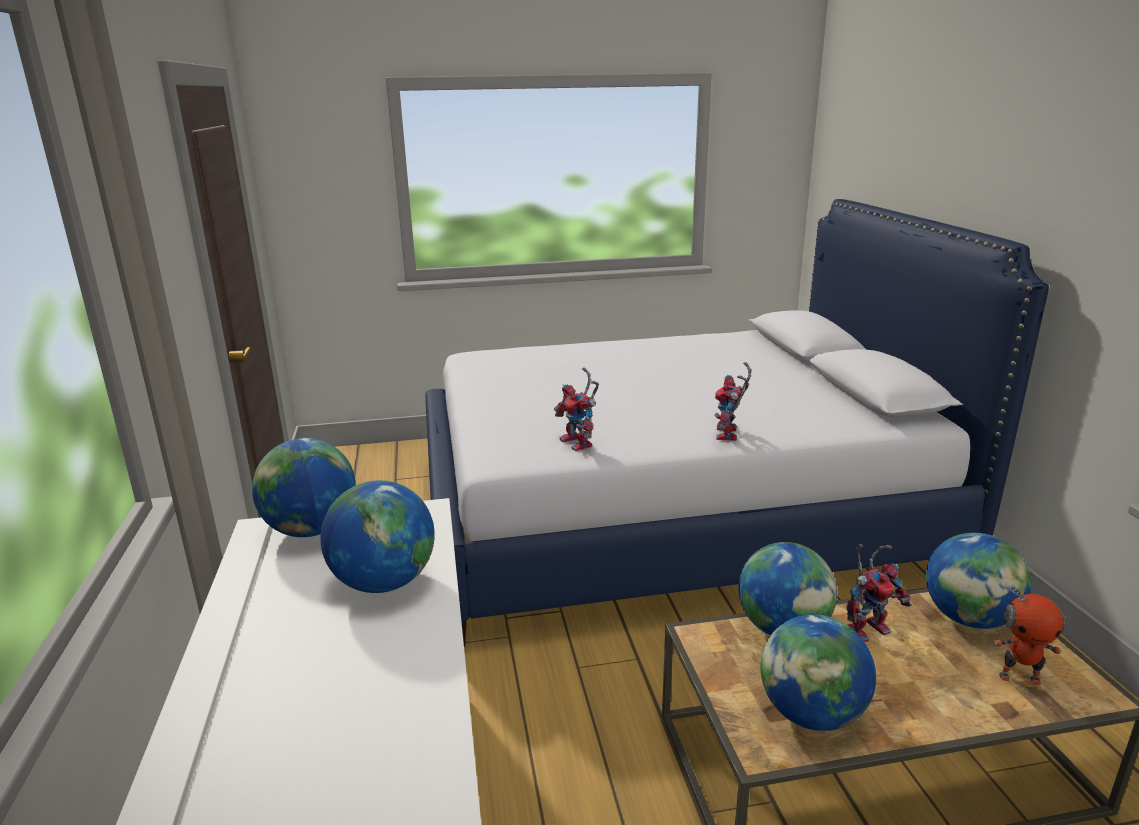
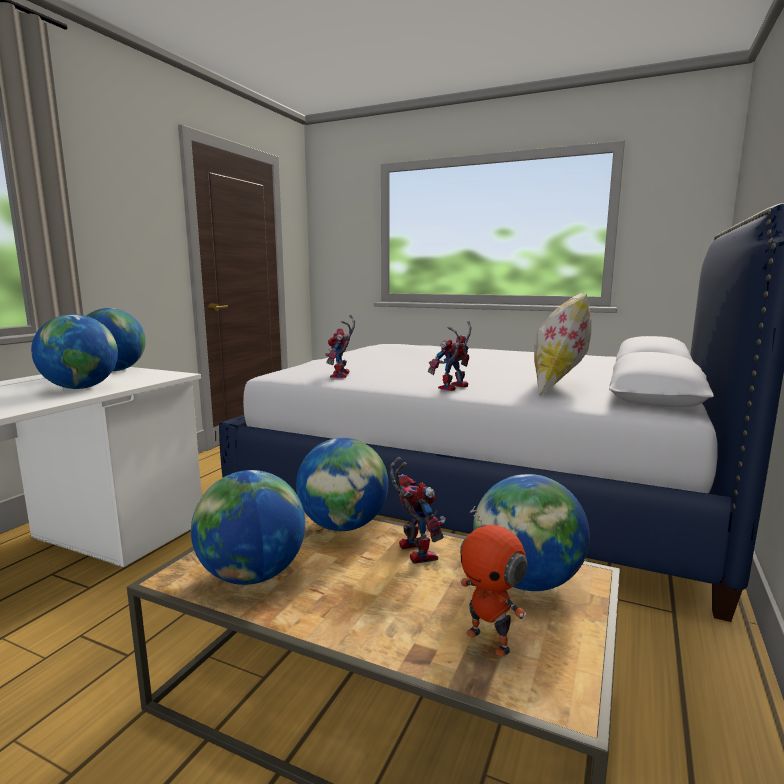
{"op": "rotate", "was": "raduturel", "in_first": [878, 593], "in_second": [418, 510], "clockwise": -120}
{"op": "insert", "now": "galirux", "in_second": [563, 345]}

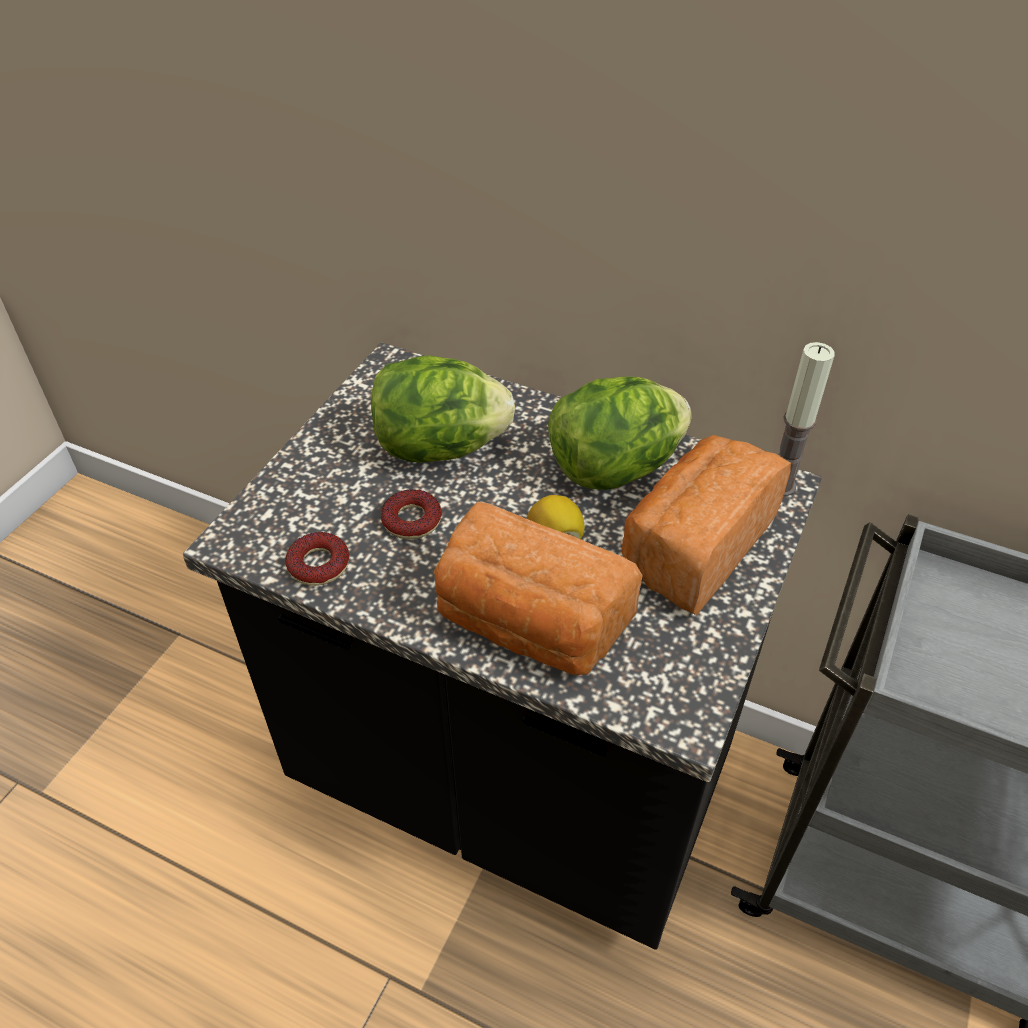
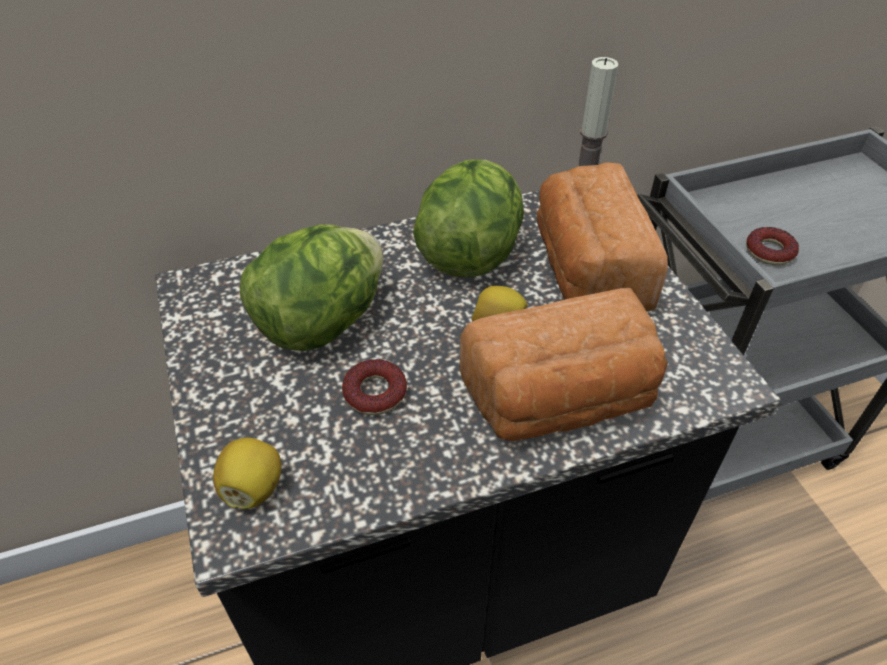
{"op": "insert", "now": "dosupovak", "in_second": [247, 473]}
{"op": "move", "was": "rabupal", "in_first": [317, 559], "in_second": [772, 246]}

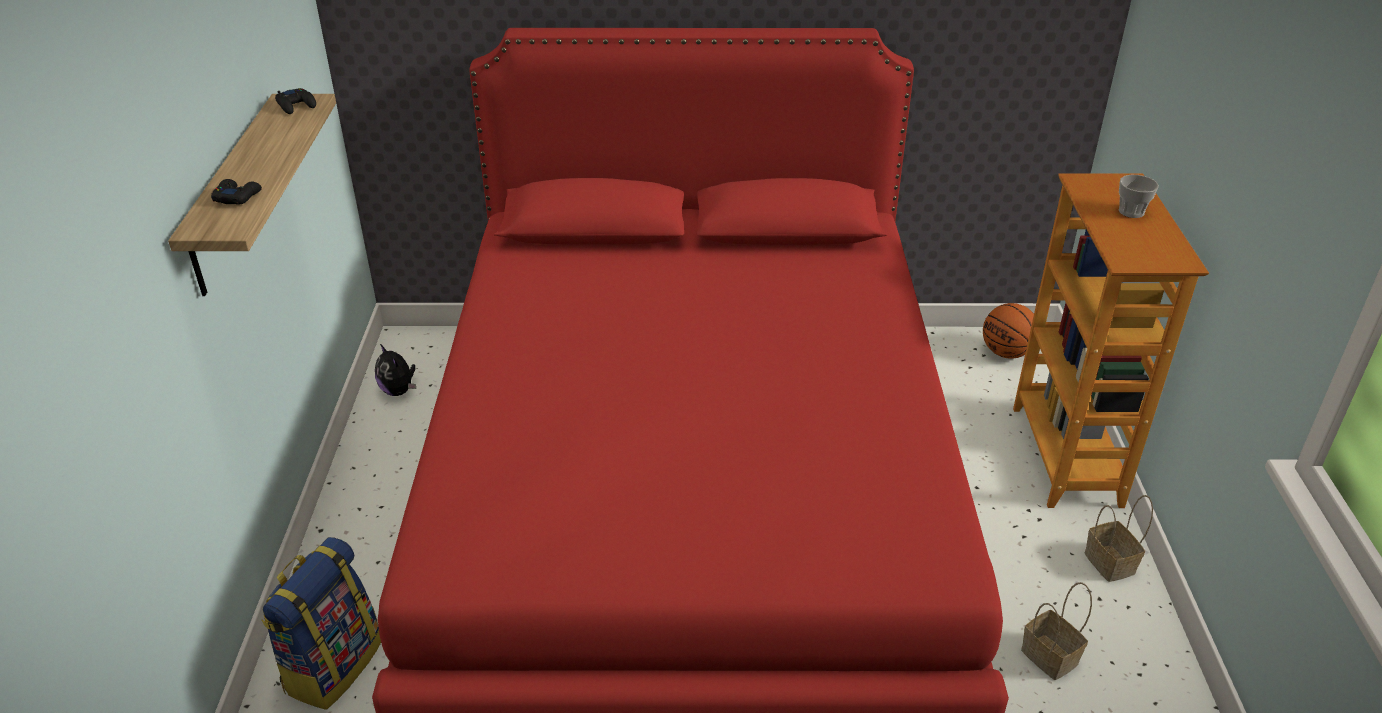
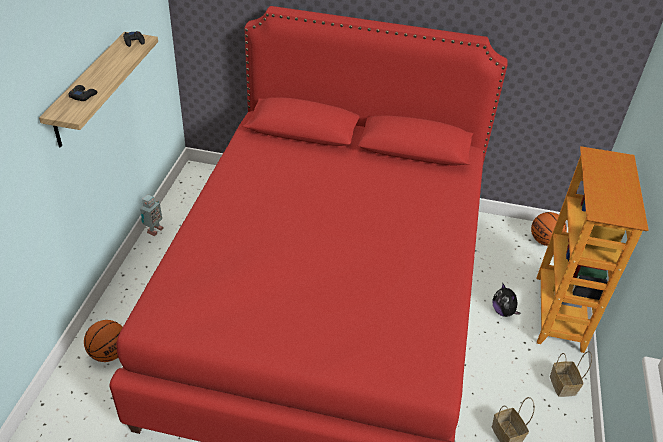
{"op": "replace", "was": "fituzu", "now": "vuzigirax", "in_first": [321, 623], "in_second": [103, 341]}
{"op": "insert", "now": "raduturel", "in_second": [151, 215]}
{"op": "move", "was": "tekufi", "in_first": [395, 370], "in_second": [506, 300]}
{"op": "delete", "was": "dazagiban", "in_first": [1139, 196]}

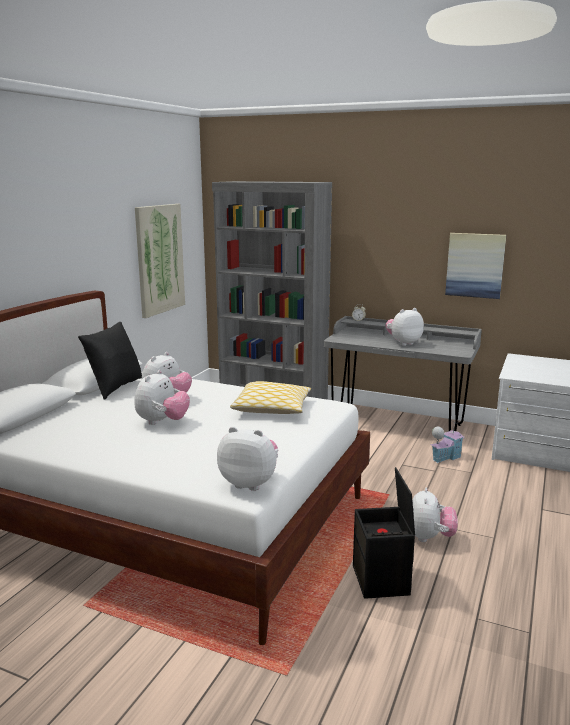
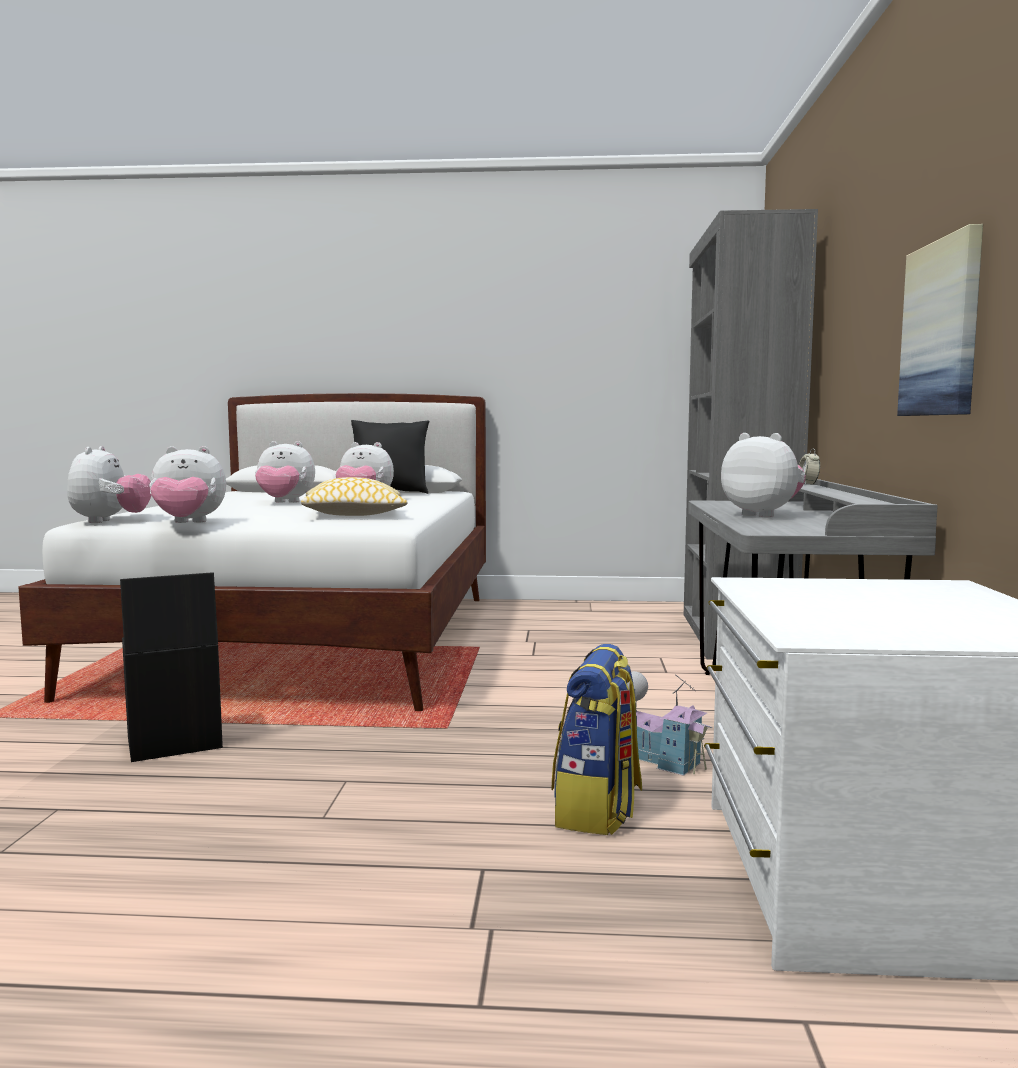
{"op": "move", "was": "tekufi", "in_first": [435, 515], "in_second": [187, 484]}
{"op": "insert", "now": "fituzu", "in_second": [597, 739]}
{"op": "delete", "was": "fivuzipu", "in_first": [160, 261]}

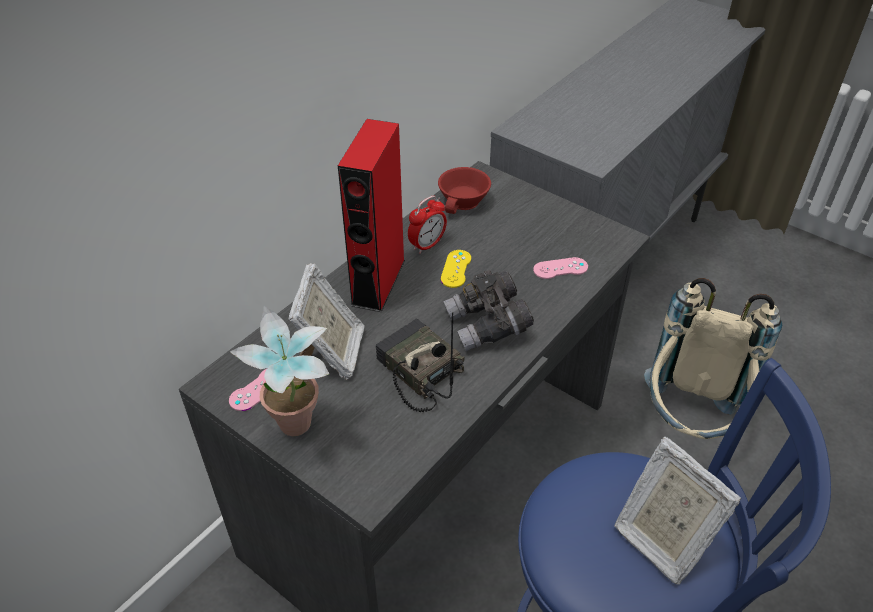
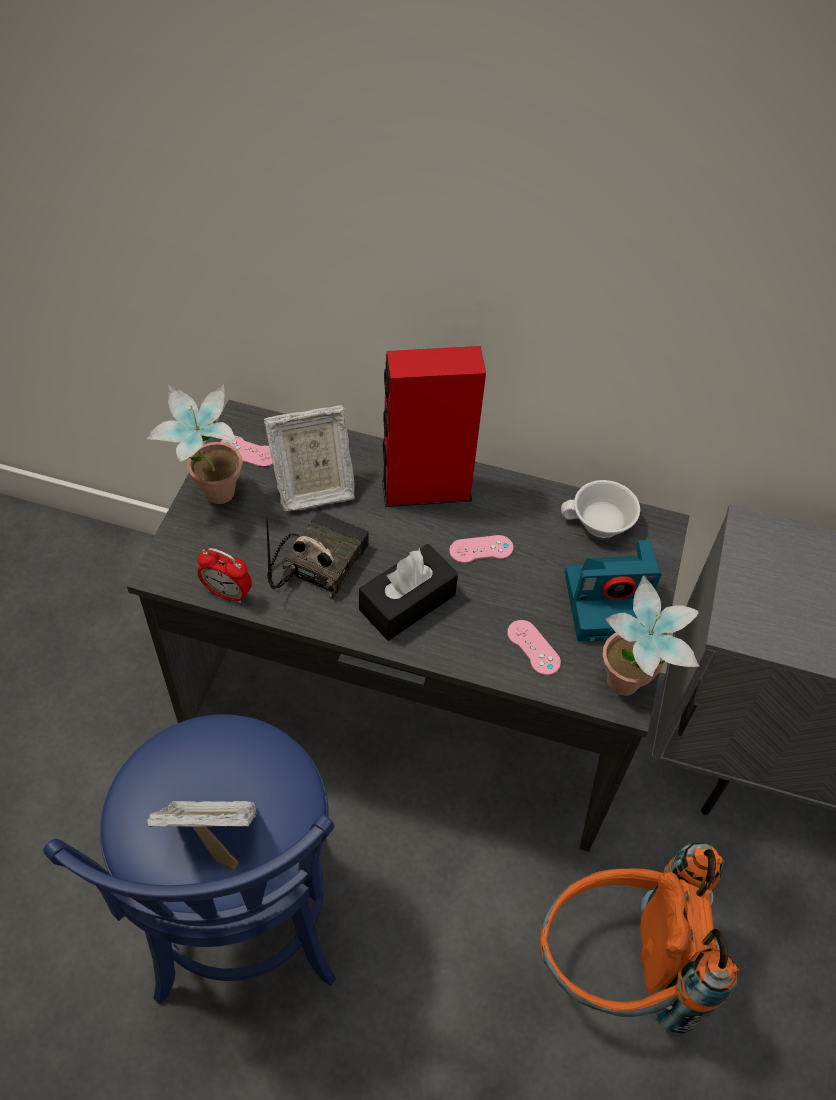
{"op": "rotate", "was": "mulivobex", "in_first": [677, 511], "in_second": [202, 835], "clockwise": 60}
{"op": "move", "was": "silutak", "in_first": [427, 225], "in_second": [224, 575]}
{"op": "replace", "was": "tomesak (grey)", "now": "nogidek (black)", "in_first": [488, 310], "in_second": [408, 592]}
{"op": "recolor", "was": "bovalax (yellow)", "now": "bovalax (pink)", "in_first": [456, 269], "in_second": [481, 549]}
{"op": "recolor", "was": "fituzu (beige)", "now": "fituzu (orange)", "in_first": [713, 358], "in_second": [639, 938]}
{"op": "recolor", "was": "dazagiban (red)", "now": "dazagiban (white)", "in_first": [464, 190], "in_second": [600, 509]}
{"op": "insert", "now": "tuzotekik", "in_second": [613, 591]}
{"op": "insert", "now": "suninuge", "in_second": [651, 635]}

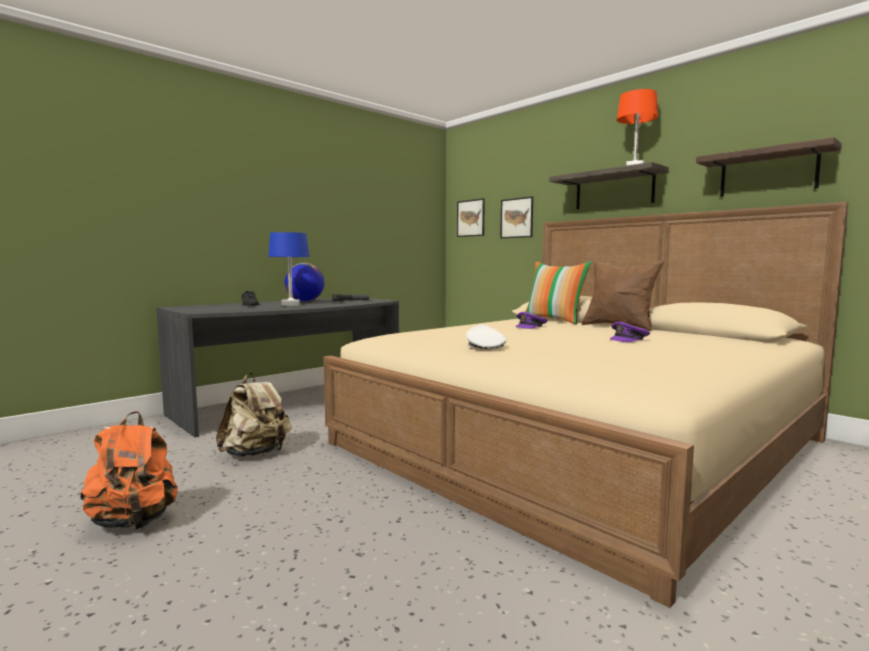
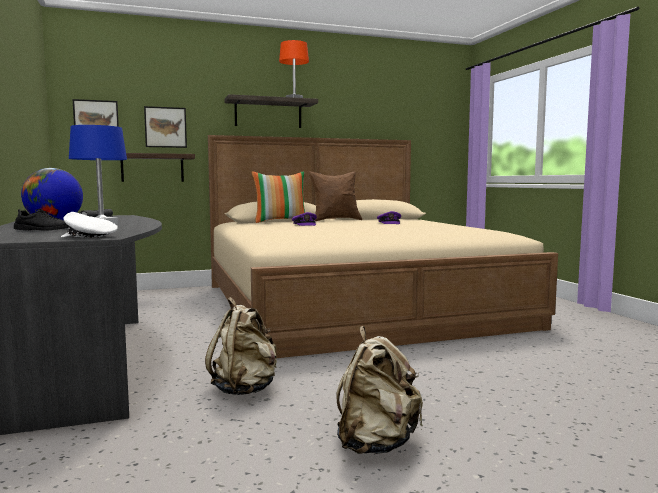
{"op": "move", "was": "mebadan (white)", "in_first": [486, 337], "in_second": [89, 224]}
{"op": "move", "was": "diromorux", "in_first": [769, 167], "in_second": [158, 167]}
{"op": "recolor", "was": "fituzu (orange)", "now": "fituzu (beige)", "in_first": [129, 470], "in_second": [380, 390]}

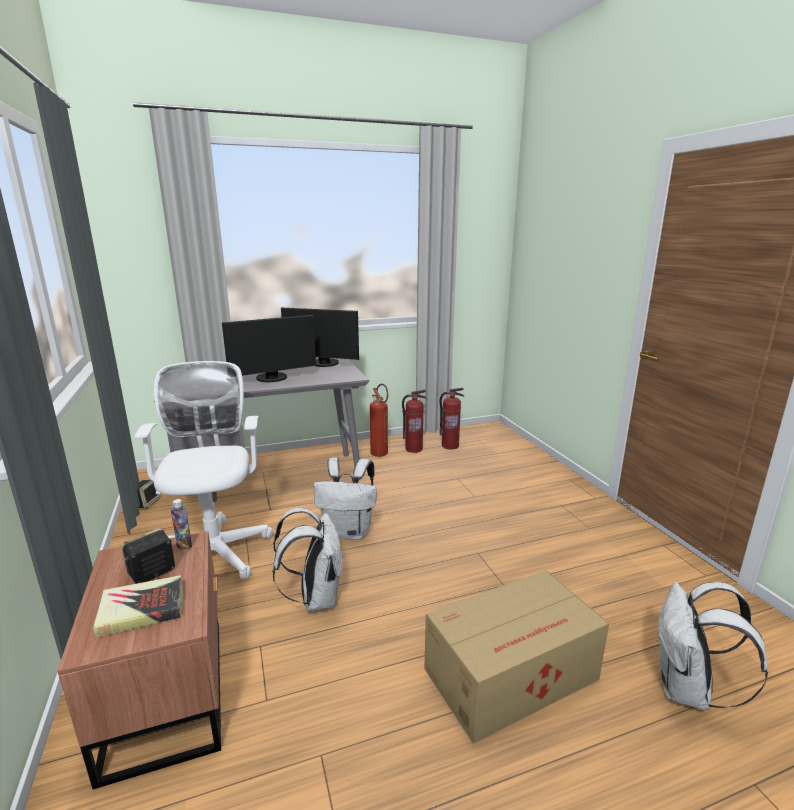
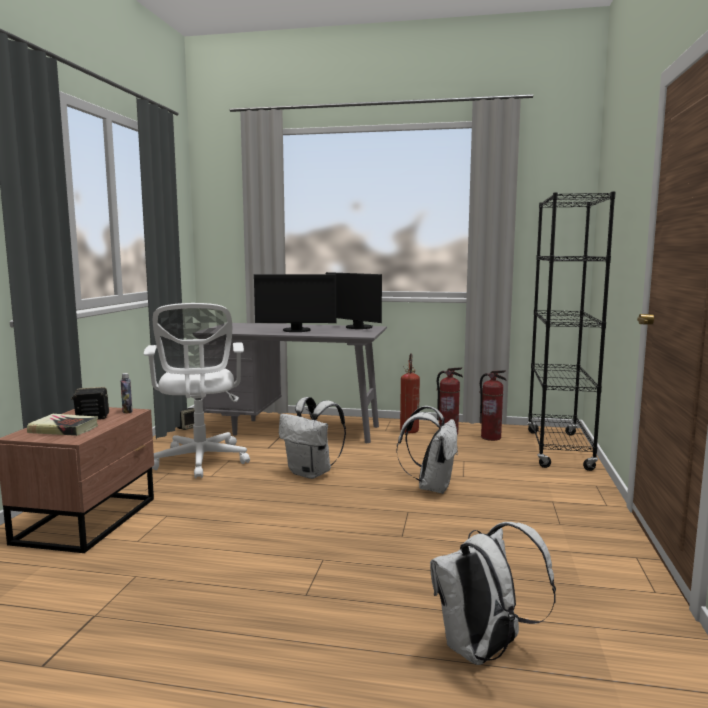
{"op": "rotate", "was": "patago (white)", "in_first": [203, 470], "in_second": [197, 390], "clockwise": 150}
{"op": "move", "was": "fituzu (white)", "in_first": [307, 560], "in_second": [428, 450]}
{"op": "insert", "now": "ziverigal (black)", "in_second": [571, 331]}
{"op": "delete", "was": "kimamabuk", "in_first": [516, 657]}

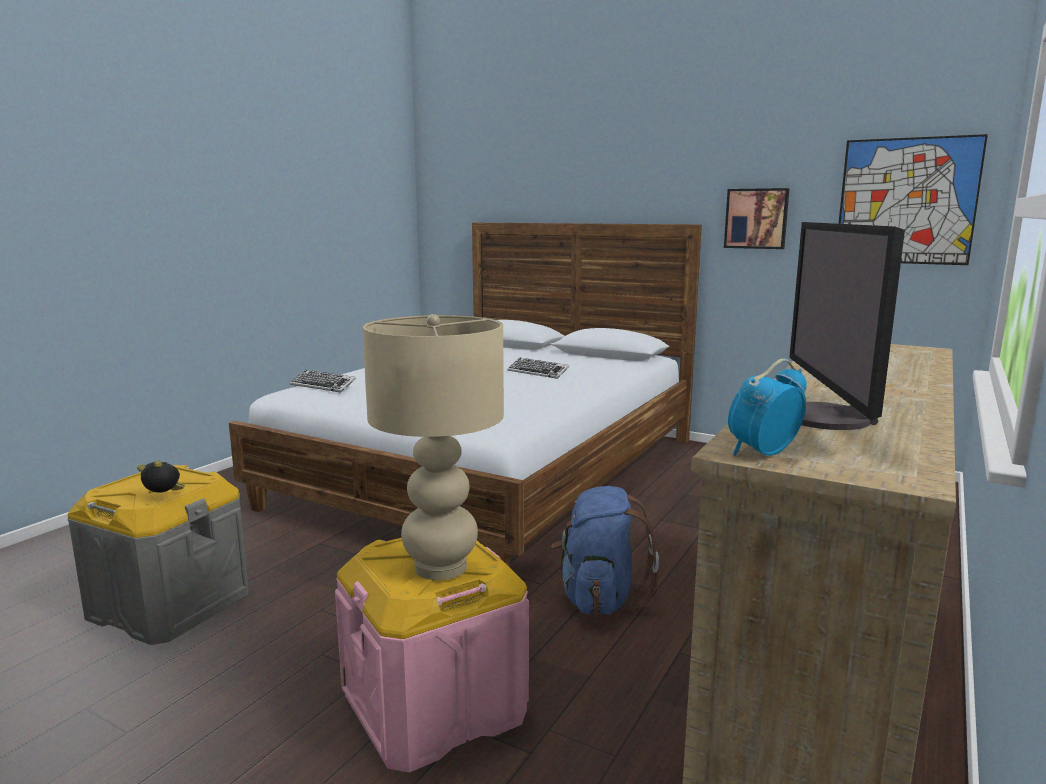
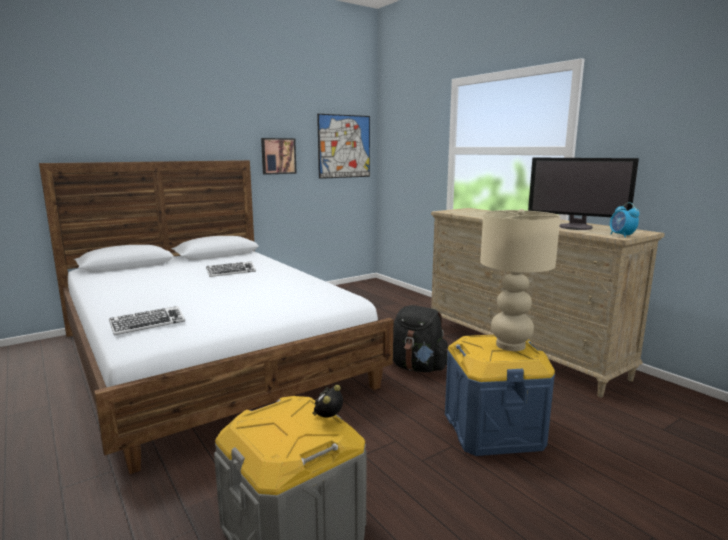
{"op": "recolor", "was": "fituzu (blue)", "now": "fituzu (black)", "in_first": [605, 550], "in_second": [420, 338]}
{"op": "recolor", "was": "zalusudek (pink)", "now": "zalusudek (blue)", "in_first": [432, 655], "in_second": [500, 395]}

